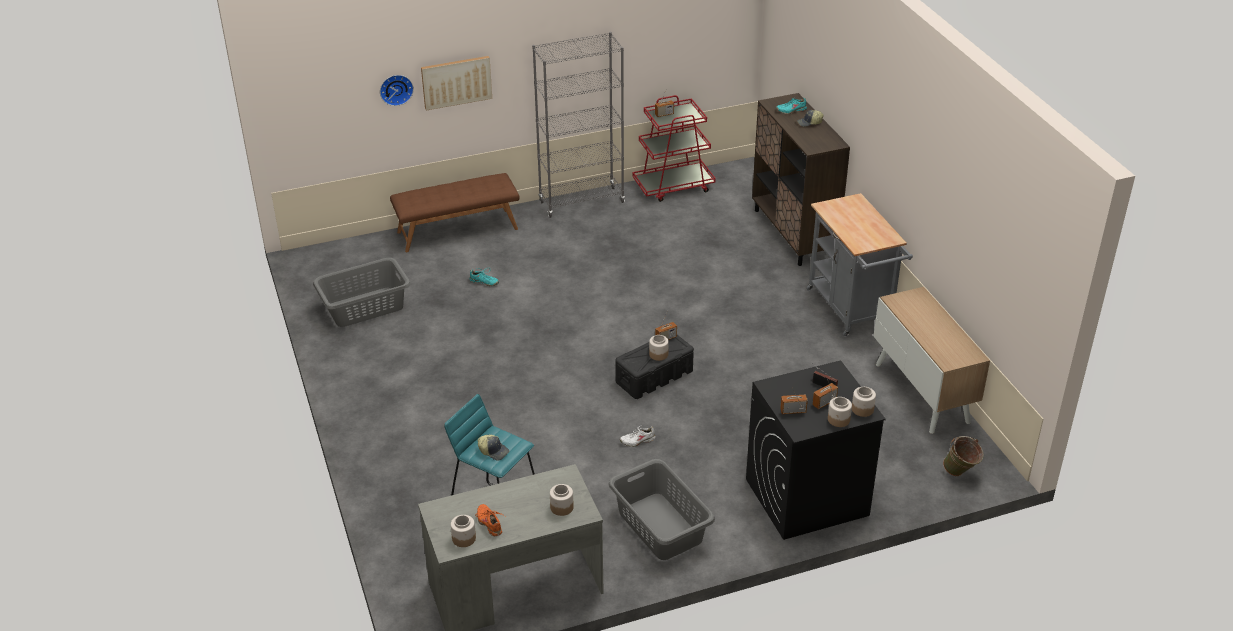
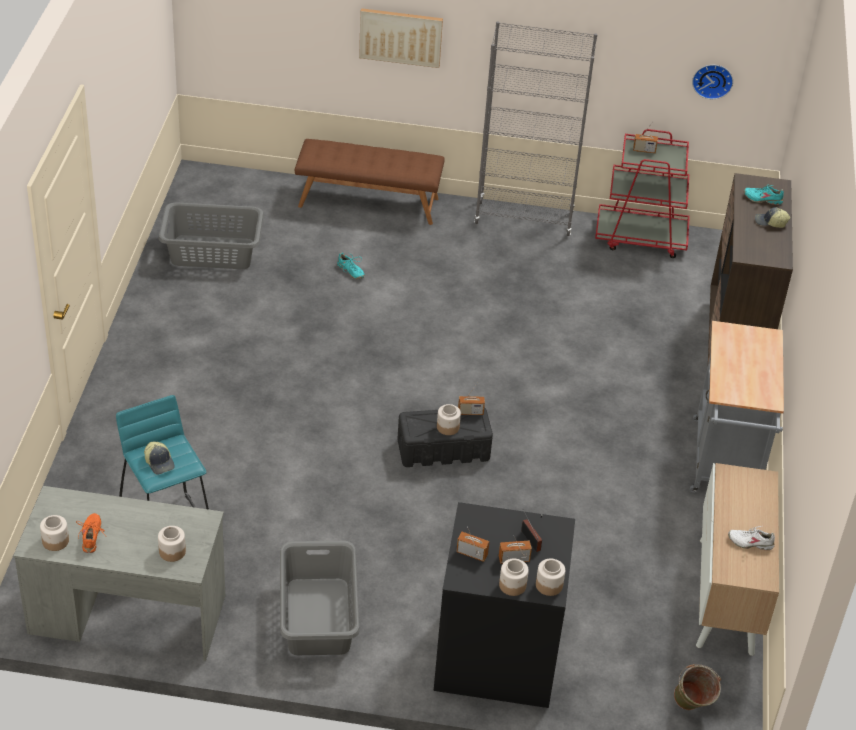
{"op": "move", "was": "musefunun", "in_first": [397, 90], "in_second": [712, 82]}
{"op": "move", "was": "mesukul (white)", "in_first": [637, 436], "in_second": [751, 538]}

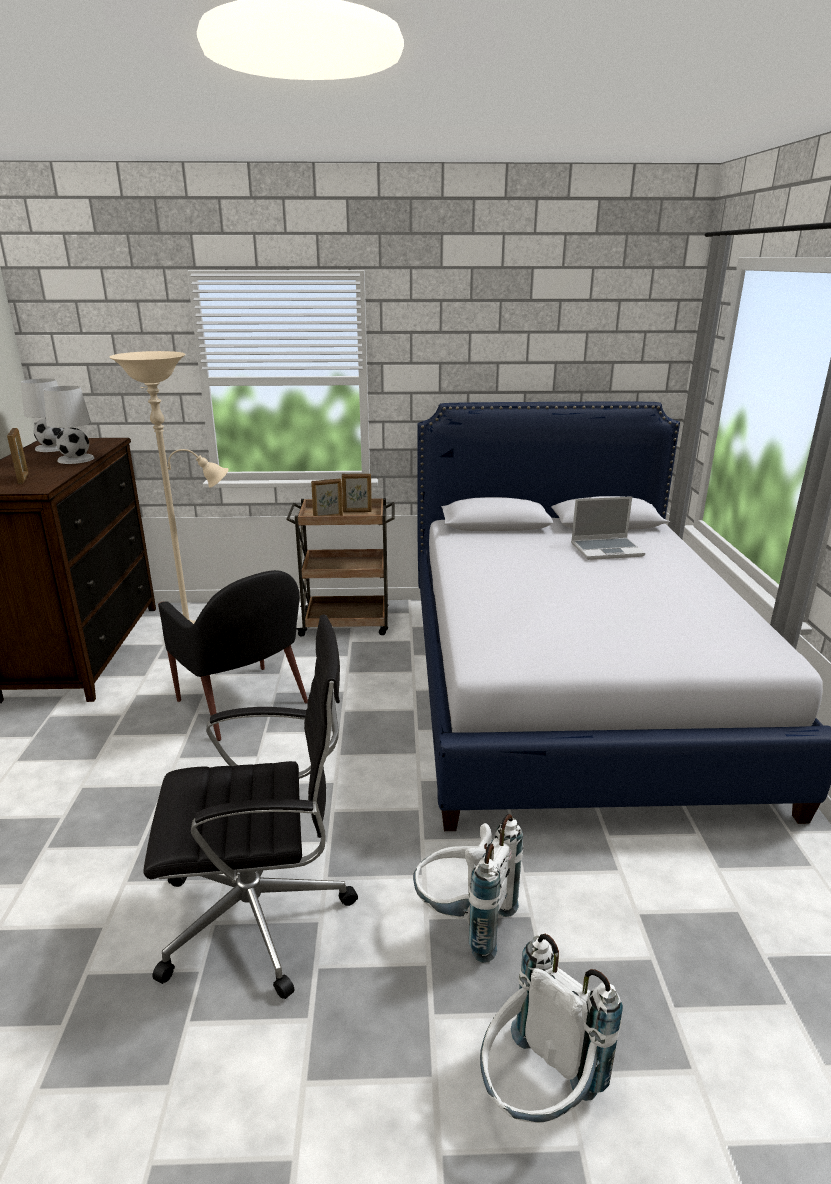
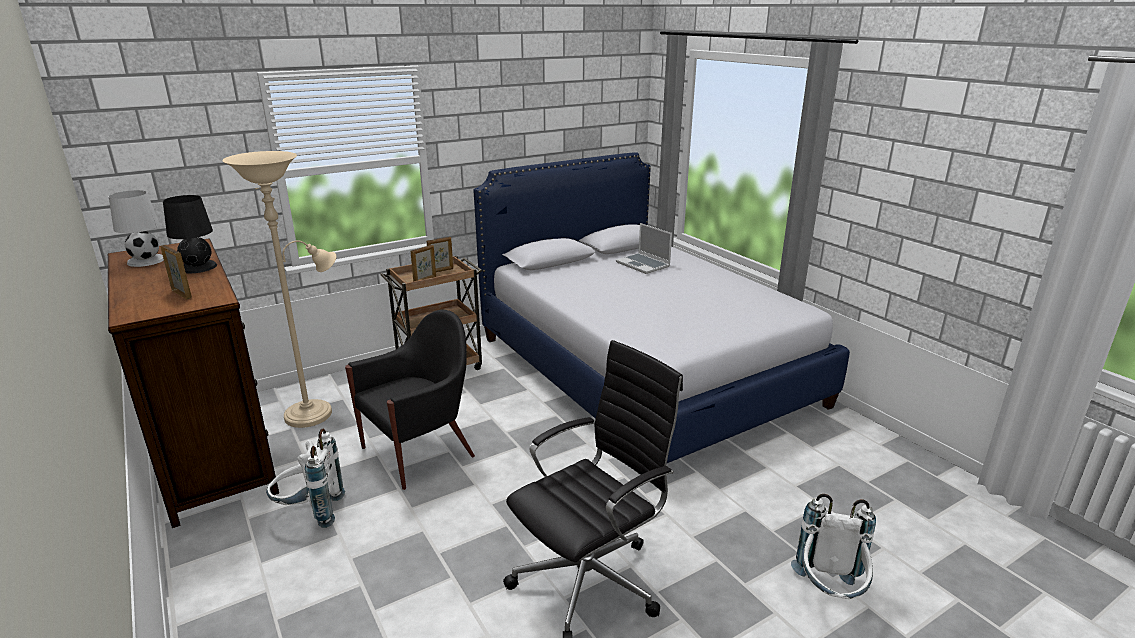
{"op": "recolor", "was": "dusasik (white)", "now": "dusasik (black)", "in_first": [69, 425], "in_second": [190, 234]}
{"op": "move", "was": "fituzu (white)", "in_first": [468, 888], "in_second": [305, 478]}
{"op": "rotate", "was": "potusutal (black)", "in_first": [233, 655], "in_second": [410, 400], "clockwise": -60}
{"op": "rotate", "was": "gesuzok", "in_first": [608, 528], "in_second": [644, 248], "clockwise": 90}

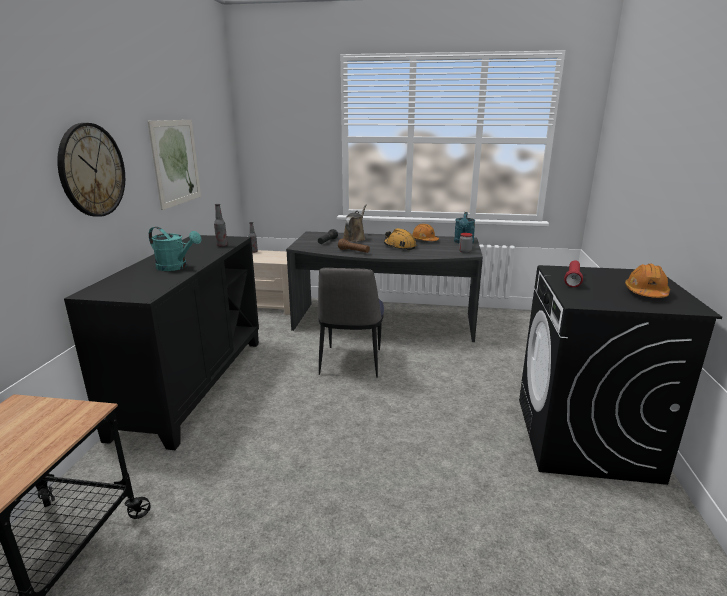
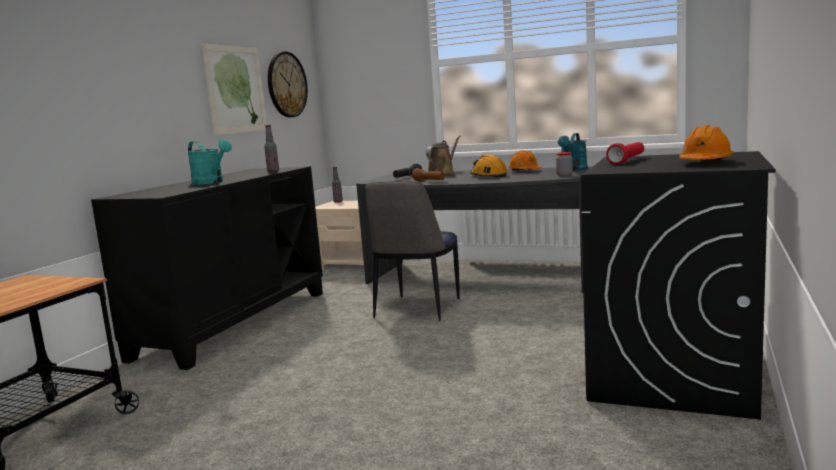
{"op": "move", "was": "musefunun", "in_first": [91, 170], "in_second": [288, 84]}

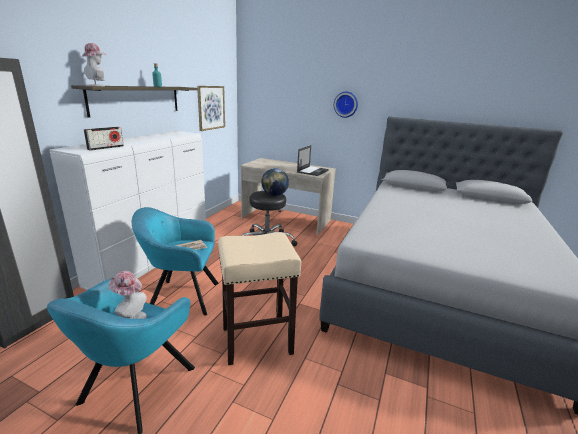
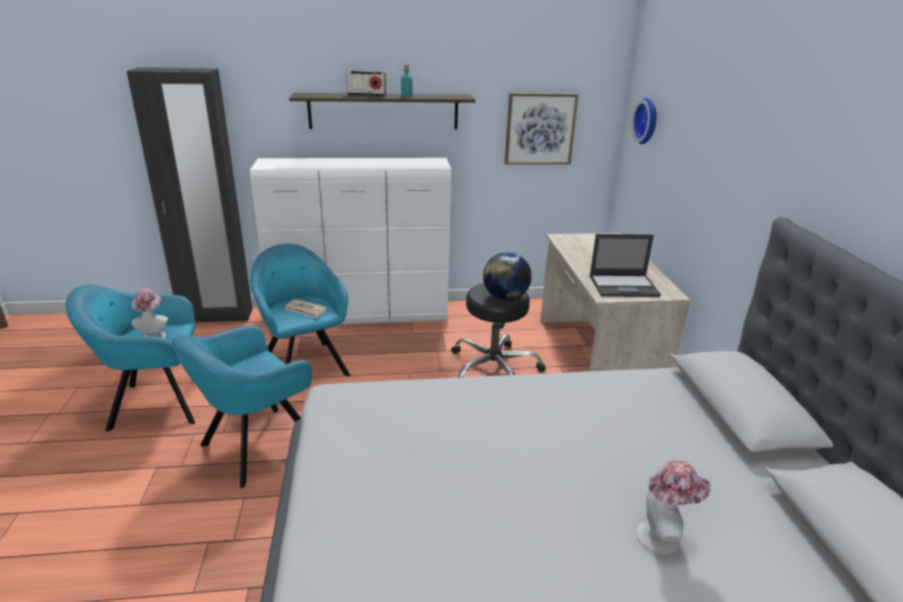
{"op": "replace", "was": "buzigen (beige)", "now": "potusutal (turquoise)", "in_first": [259, 298], "in_second": [242, 406]}
{"op": "move", "was": "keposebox", "in_first": [104, 138], "in_second": [366, 83]}
{"op": "move", "was": "musefunun", "in_first": [346, 105], "in_second": [644, 121]}
{"op": "move", "was": "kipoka", "in_first": [94, 64], "in_second": [673, 507]}

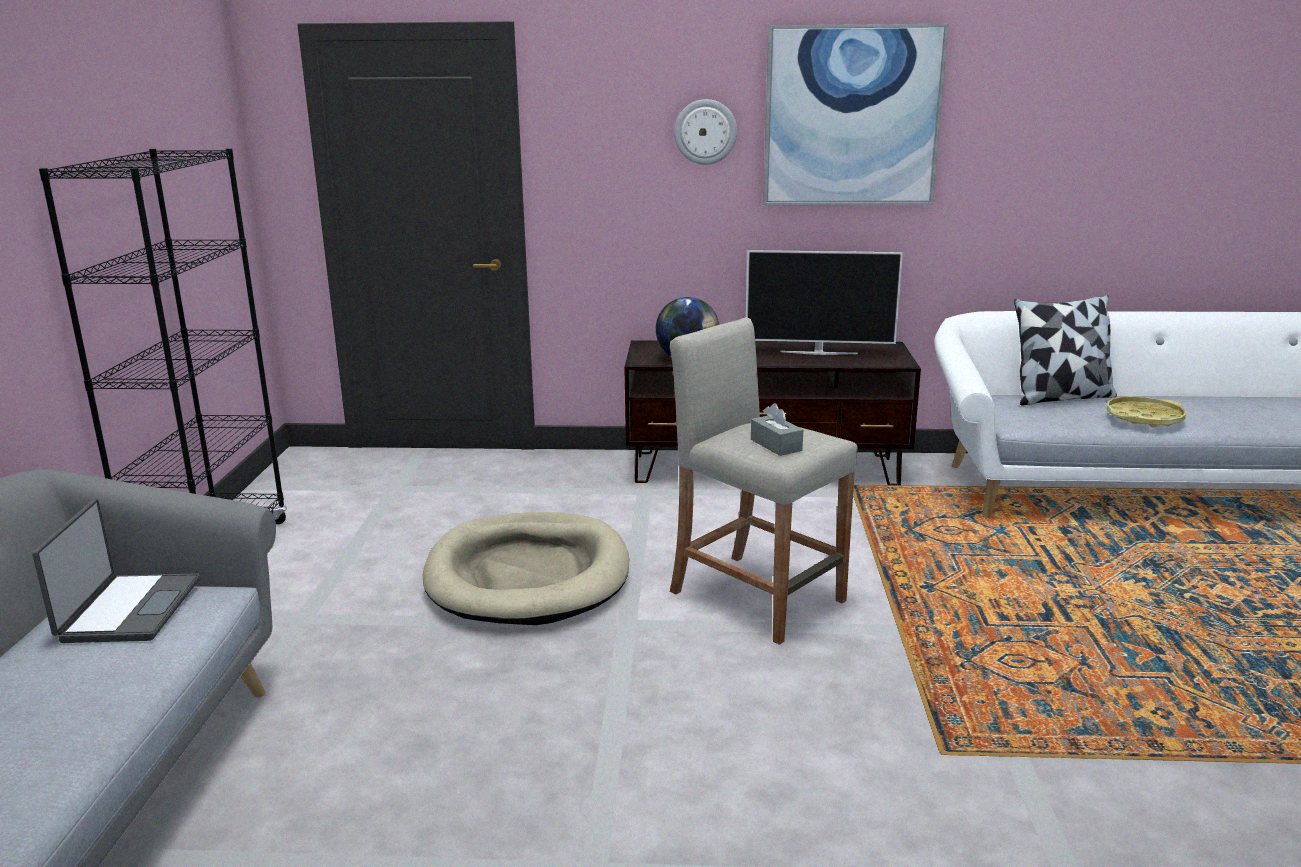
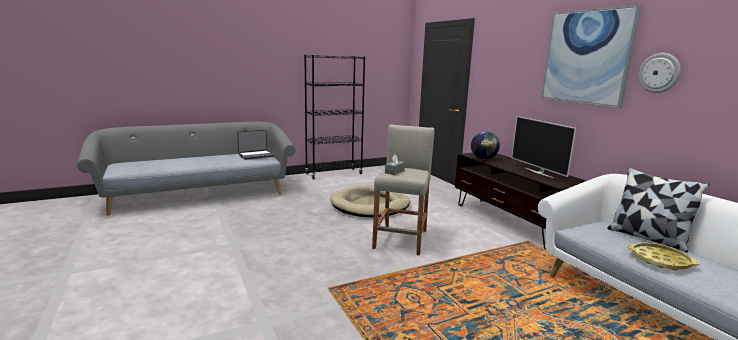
{"op": "move", "was": "musefunun", "in_first": [705, 132], "in_second": [659, 73]}

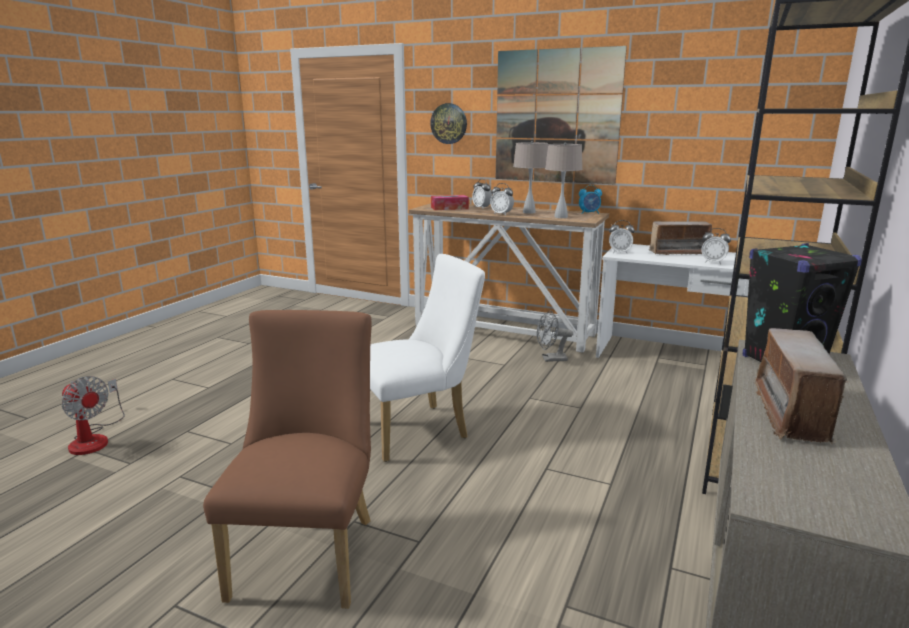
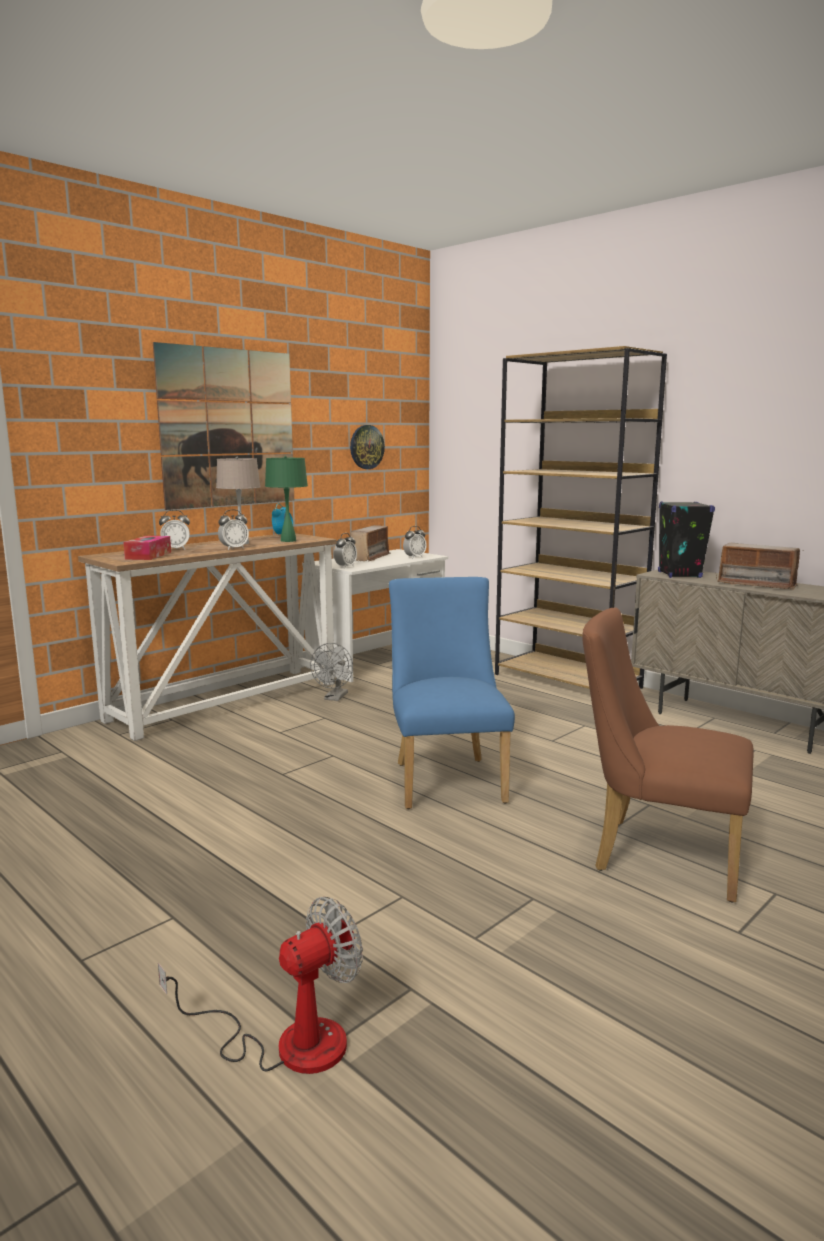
{"op": "recolor", "was": "dusasik (beige)", "now": "dusasik (green)", "in_first": [564, 180], "in_second": [286, 499]}
{"op": "move", "was": "musefunun", "in_first": [448, 123], "in_second": [367, 447]}
{"op": "recolor", "was": "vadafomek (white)", "now": "vadafomek (blue)", "in_first": [427, 358], "in_second": [452, 693]}

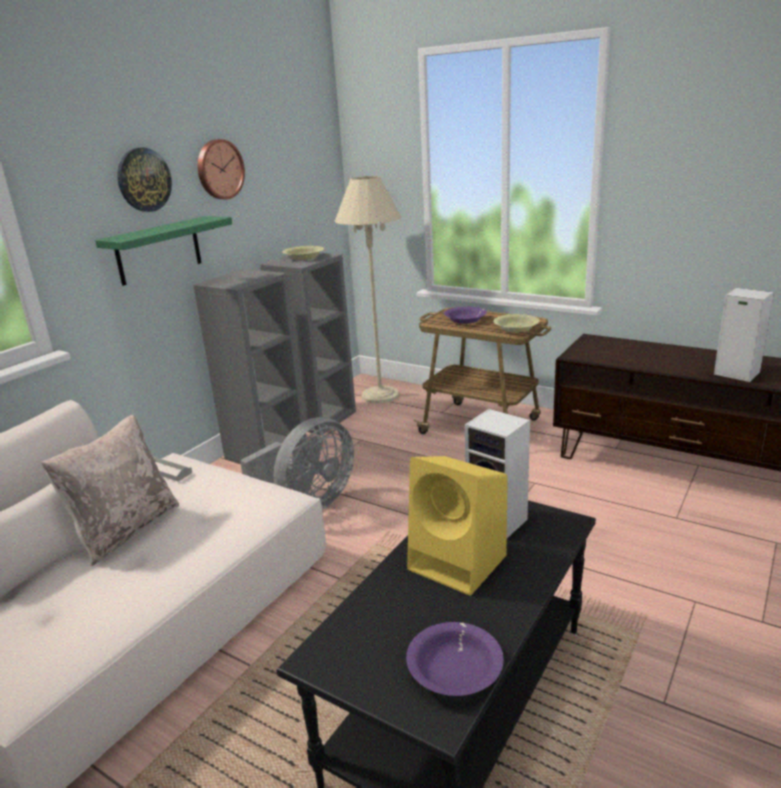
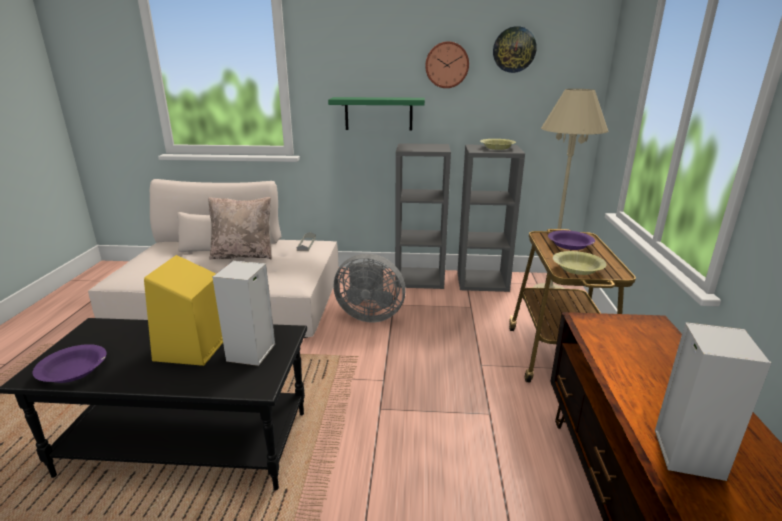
{"op": "move", "was": "musefunun", "in_first": [144, 180], "in_second": [515, 49]}

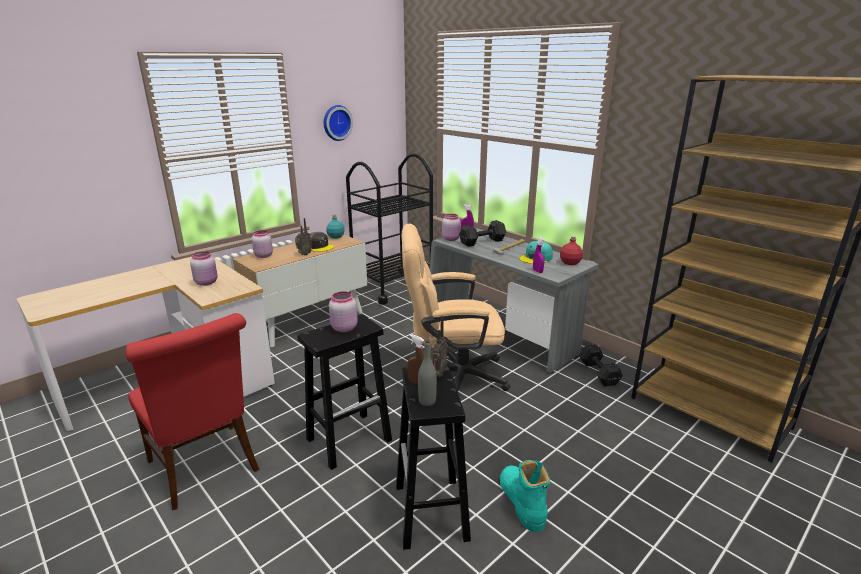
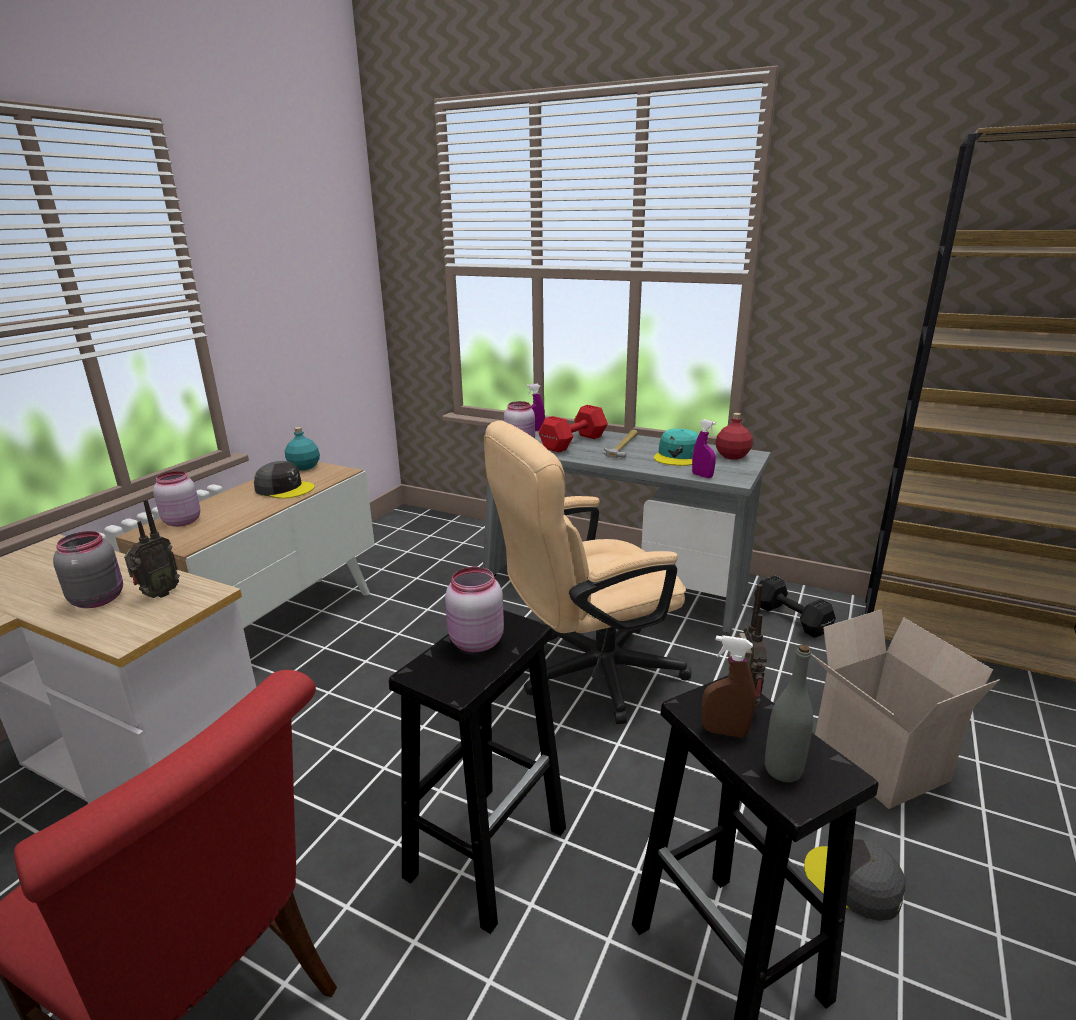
{"op": "recolor", "was": "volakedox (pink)", "now": "volakedox (grey)", "in_first": [204, 268], "in_second": [88, 569]}
{"op": "move", "was": "keposebox", "in_first": [303, 236], "in_second": [152, 548]}
{"op": "recolor", "was": "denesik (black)", "now": "denesik (red)", "in_first": [482, 233], "in_second": [573, 429]}
{"op": "replace", "was": "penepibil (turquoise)", "now": "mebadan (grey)", "in_first": [525, 496], "in_second": [855, 880]}
{"op": "insert", "now": "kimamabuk", "in_second": [905, 709]}
{"op": "delete", "was": "musefunun", "in_first": [338, 123]}
{"op": "delete", "was": "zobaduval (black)", "in_first": [389, 229]}

